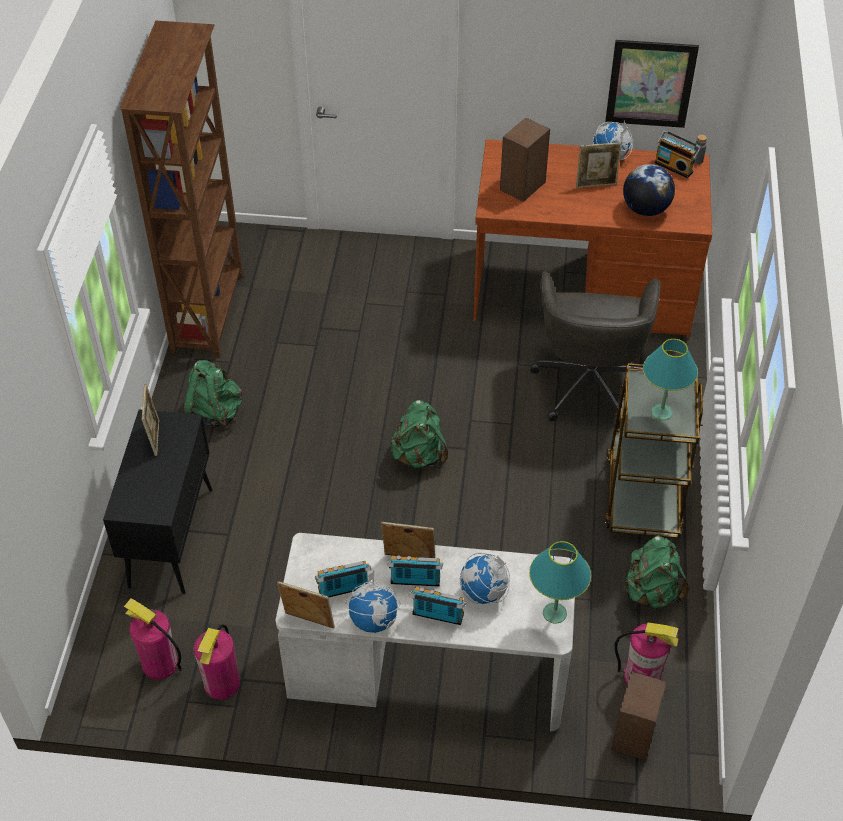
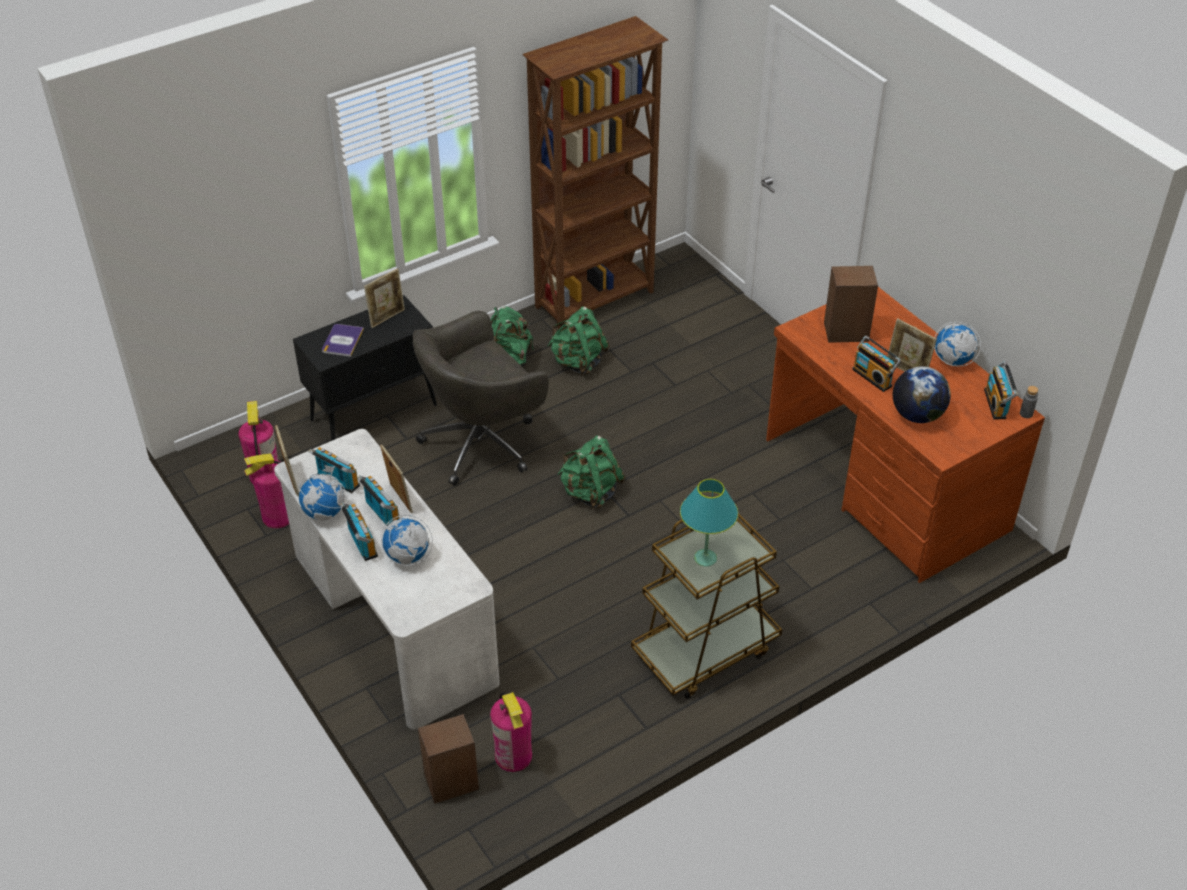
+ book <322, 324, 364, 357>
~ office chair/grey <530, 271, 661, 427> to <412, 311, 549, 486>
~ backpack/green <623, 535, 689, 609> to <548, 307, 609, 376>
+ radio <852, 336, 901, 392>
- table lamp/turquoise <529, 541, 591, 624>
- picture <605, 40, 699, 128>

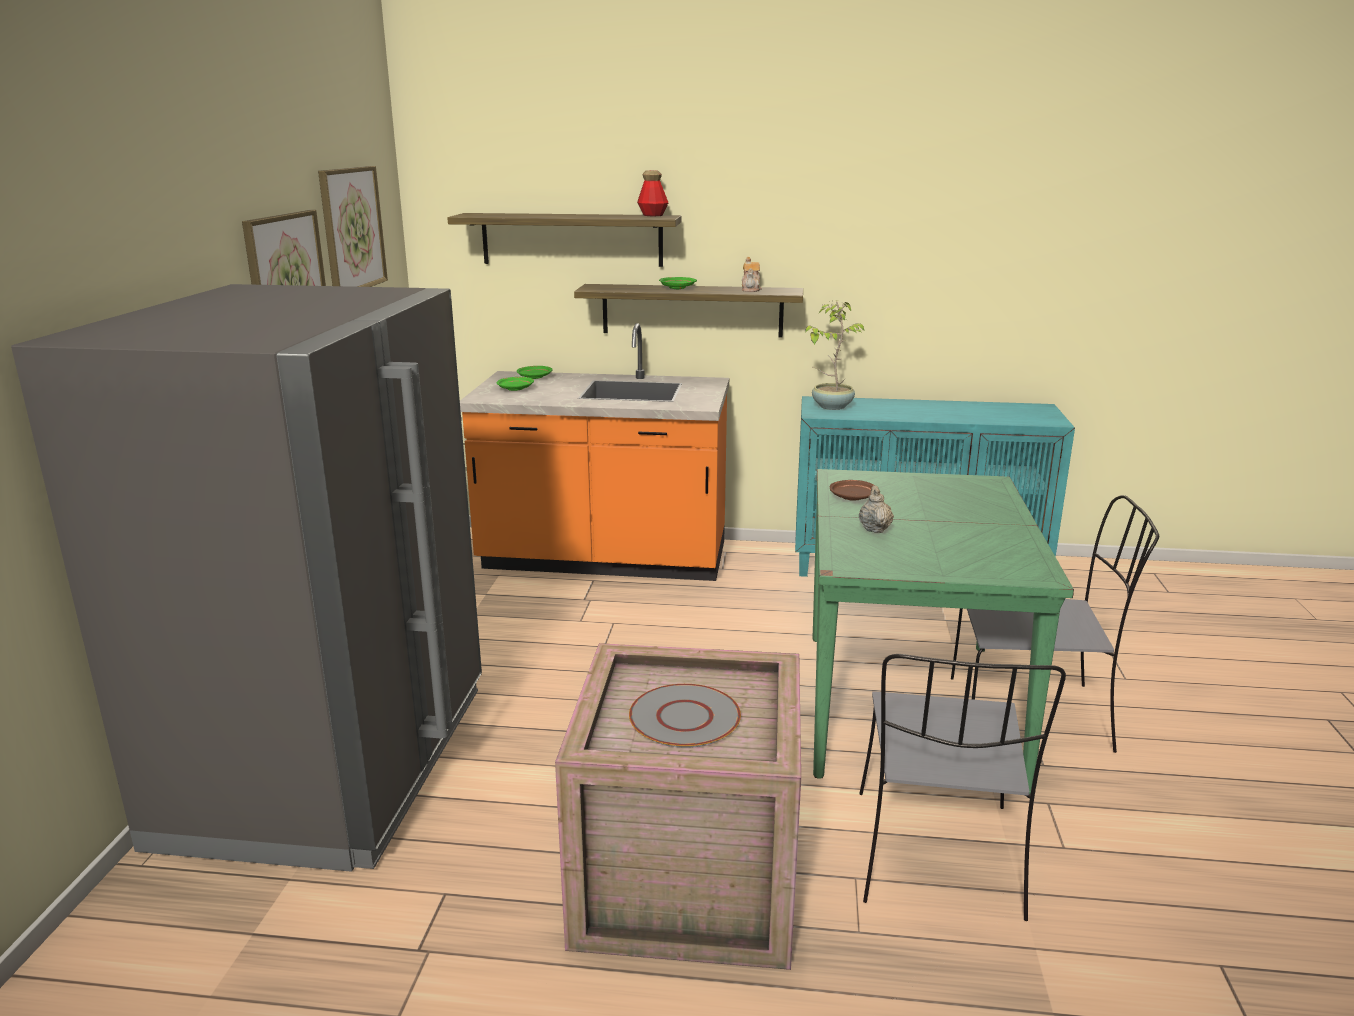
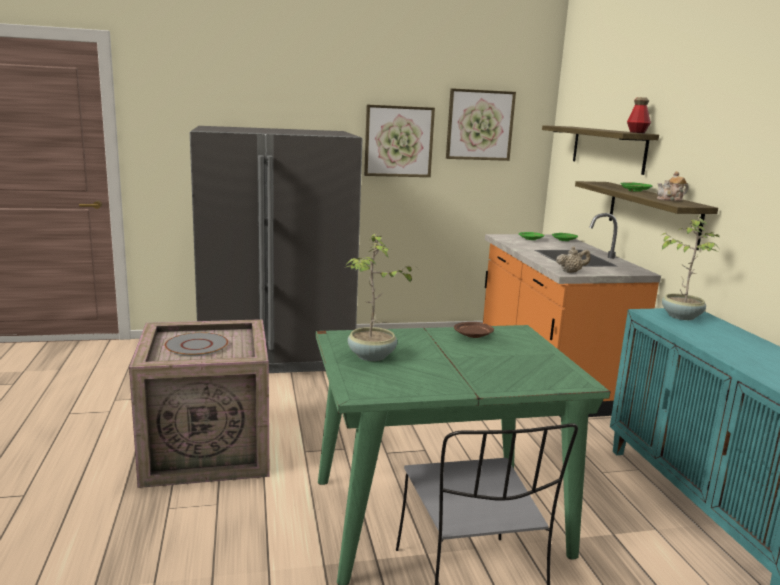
+ potted plant <344, 234, 412, 361>
~ teapot/beige <859, 485, 894, 533> to <556, 246, 591, 273>
- chair/grey <859, 654, 1066, 921>

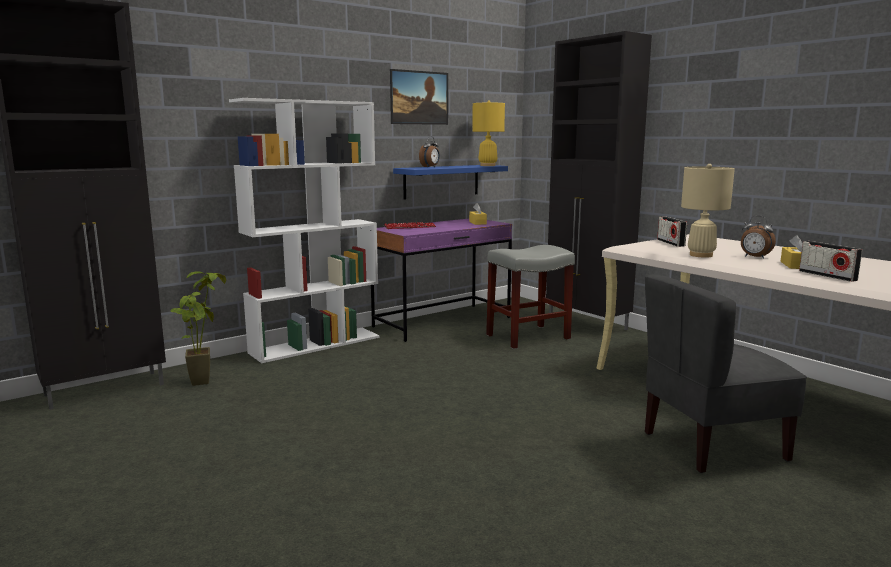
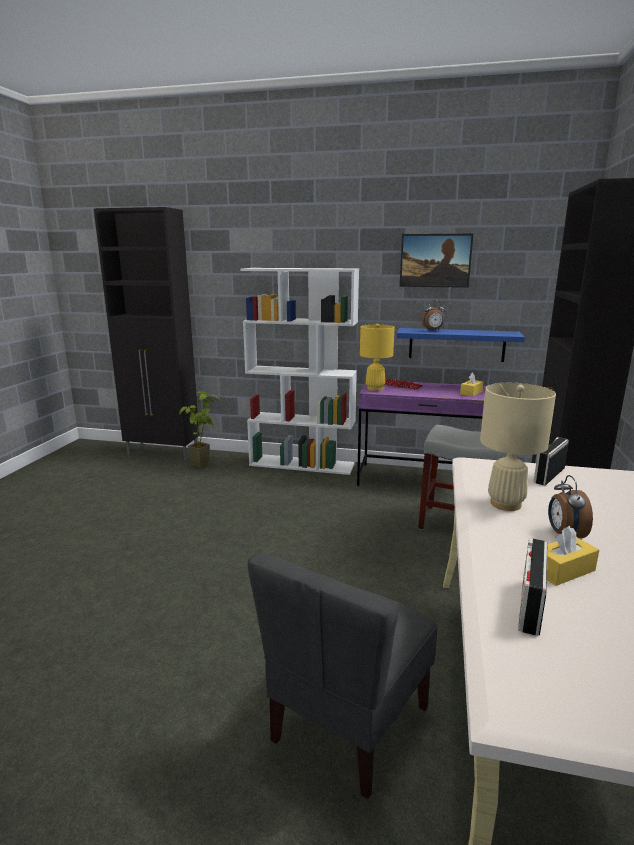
~ chair/grey <645, 274, 807, 473> = <247, 552, 438, 799> 90 degrees counterclockwise
~ table lamp/yellow <472, 100, 505, 166> to <360, 324, 395, 391>

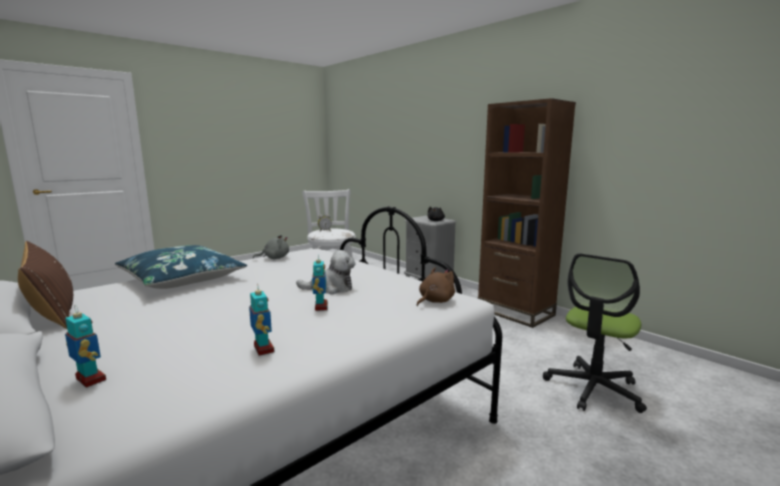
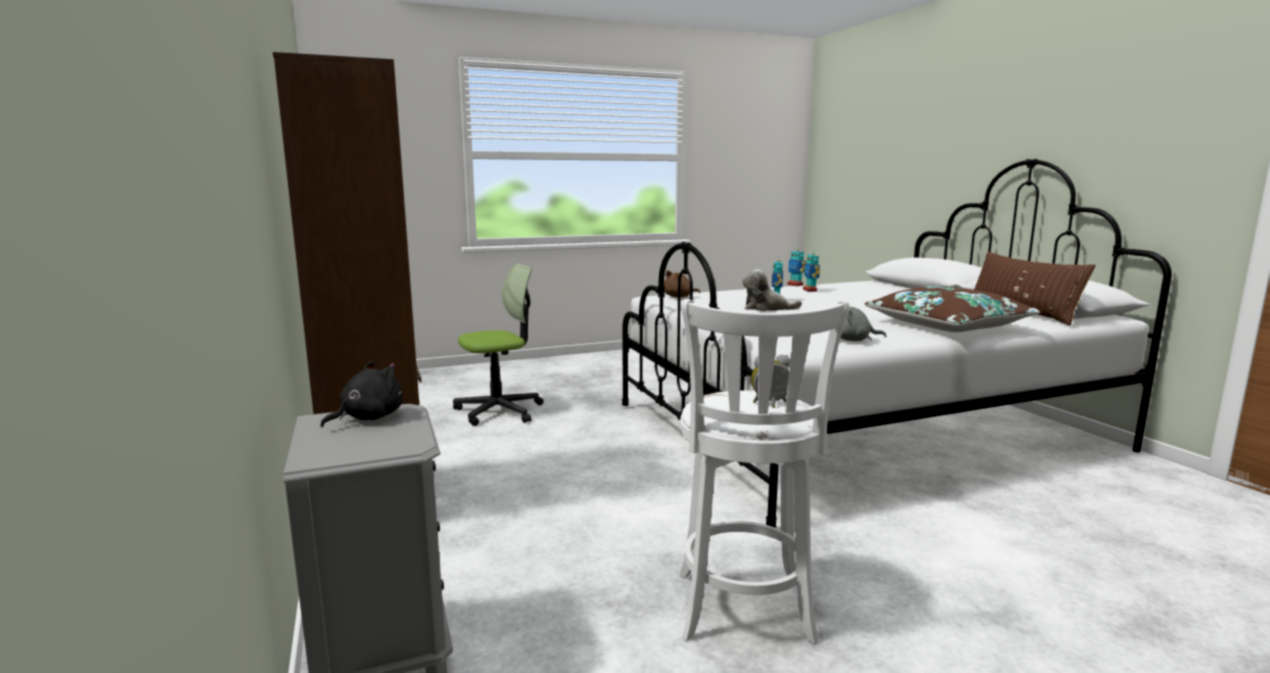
~ toy robot <65, 306, 106, 388> to <787, 245, 806, 286>
~ pillow/blue <115, 245, 247, 289> to pillow/brown <864, 286, 1041, 332>

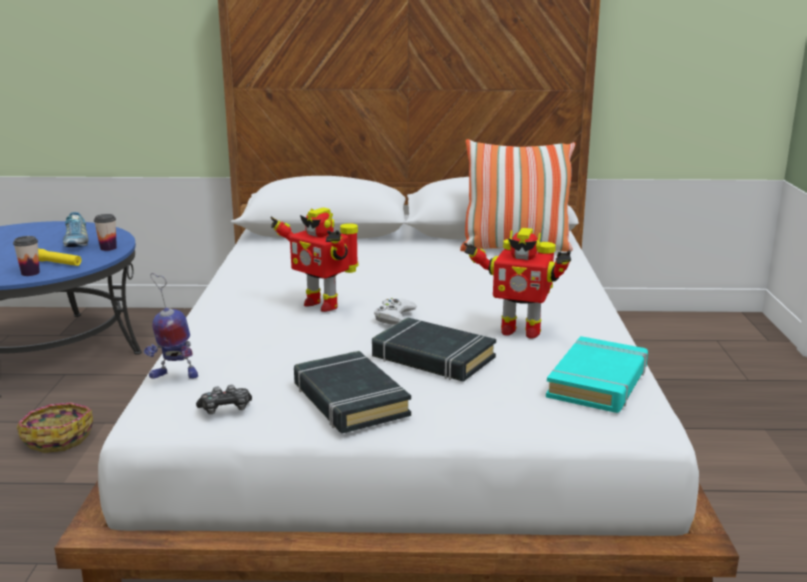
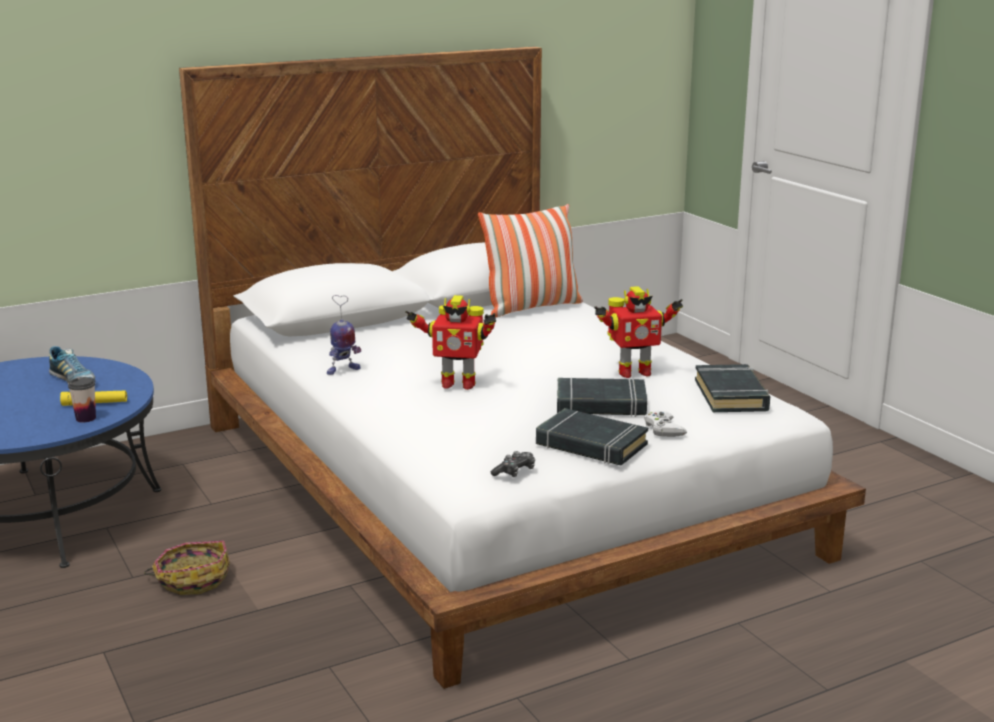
~ toy robot <144, 273, 198, 379> to <327, 295, 361, 375>
~ game controller/white <374, 298, 417, 325> to <644, 411, 687, 437>
~ book/turquoise <546, 336, 648, 413> to book/black <695, 364, 770, 412>
- cup <94, 214, 117, 251>

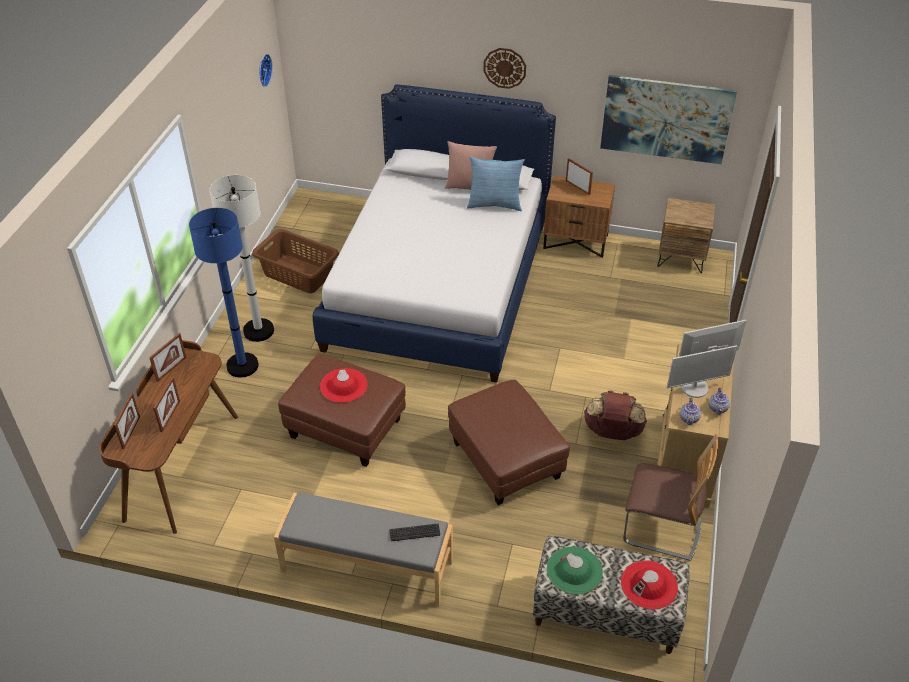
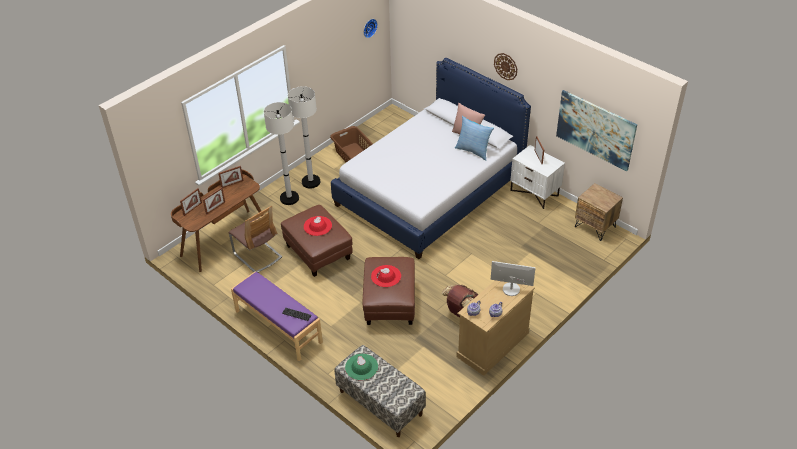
~ chair <623, 434, 718, 561> to <228, 206, 282, 273>
~ bench/grey <274, 493, 453, 607> to bench/purple <231, 271, 323, 361>
~ floor lamp/blue <189, 208, 259, 377> to floor lamp/white <264, 102, 299, 205>
~ hat/red <621, 560, 678, 610> to <371, 265, 401, 287>
~ nightstand/brown <543, 176, 615, 258> to nightstand/white <510, 145, 565, 209>
- monitor <667, 345, 738, 398>

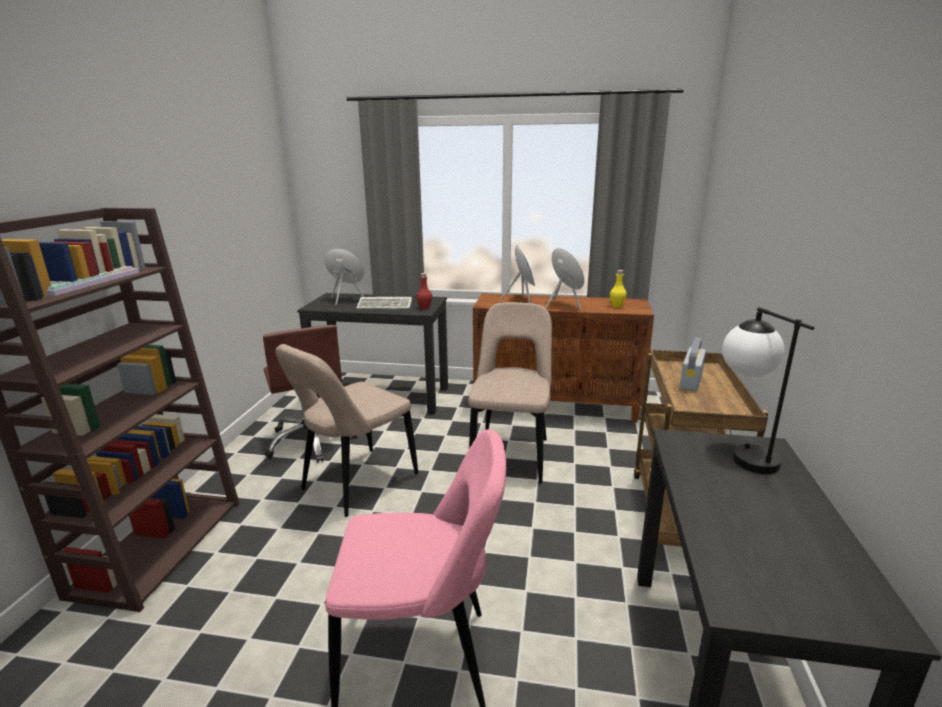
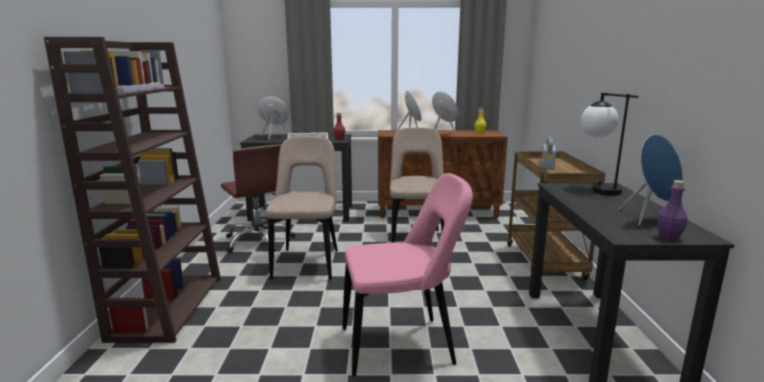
~ chair/beige <275, 344, 418, 517> = <266, 136, 338, 280> 150 degrees clockwise
+ speaker/blue <619, 135, 683, 226>
+ bottle/purple <657, 180, 687, 240>

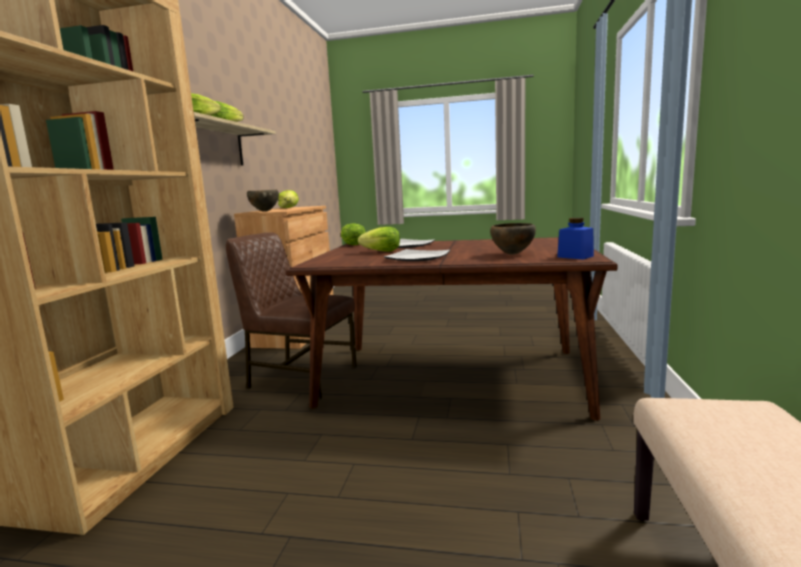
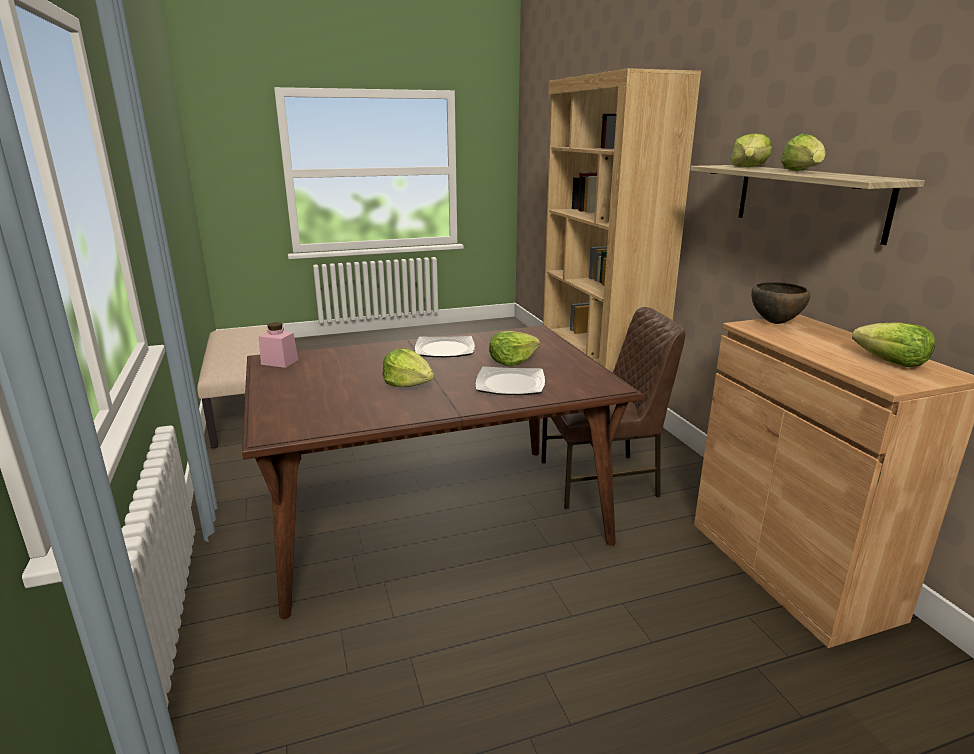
~ jar/blue <557, 218, 594, 260> to jar/pink <259, 322, 298, 368>
~ lettuce <341, 223, 365, 245> to <383, 348, 434, 387>
- bowl/brown <490, 223, 536, 255>

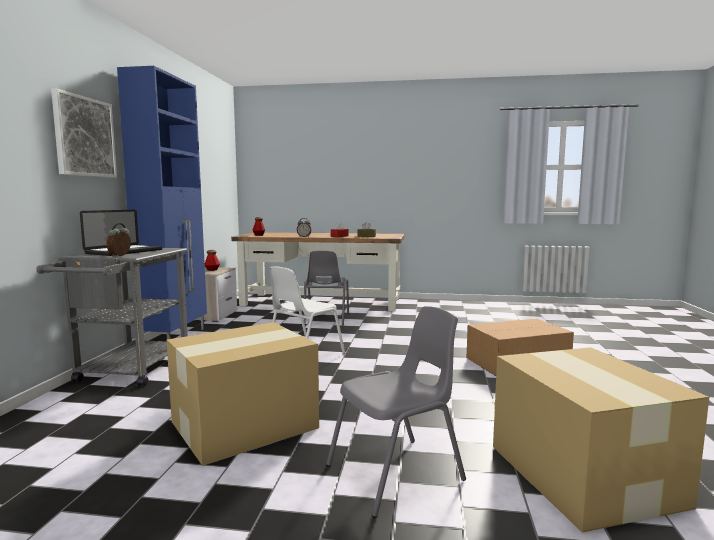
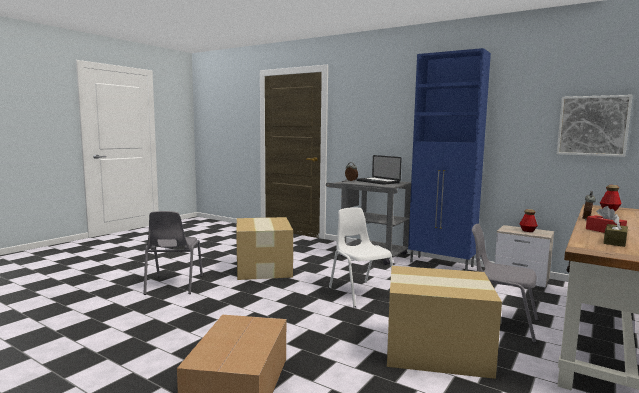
~ cardboard box <493, 347, 709, 533> to <387, 266, 502, 379>
~ picture <51, 88, 117, 178> to <557, 95, 633, 157>

